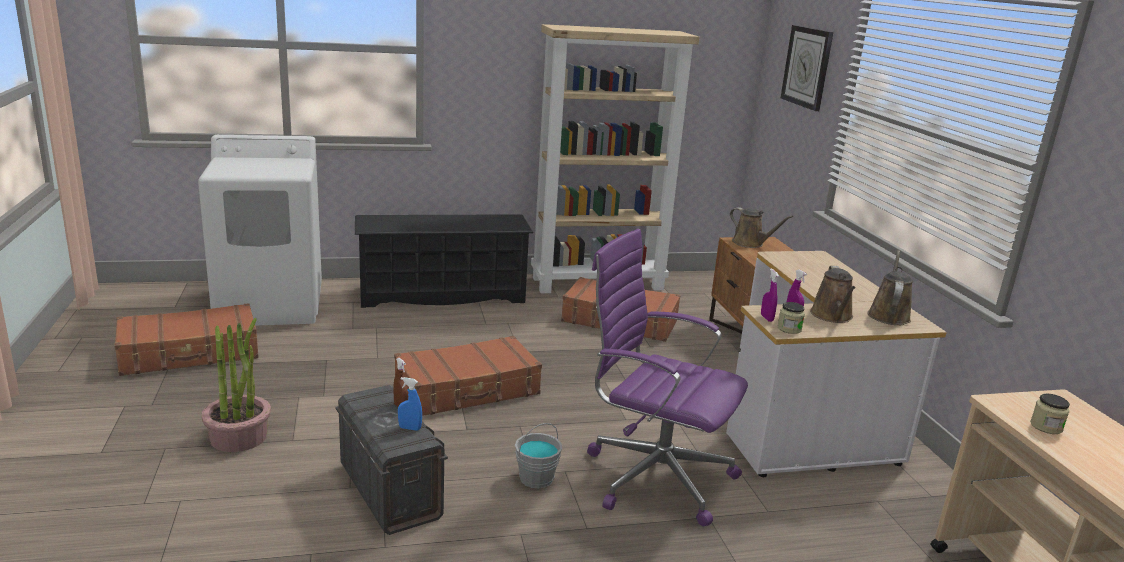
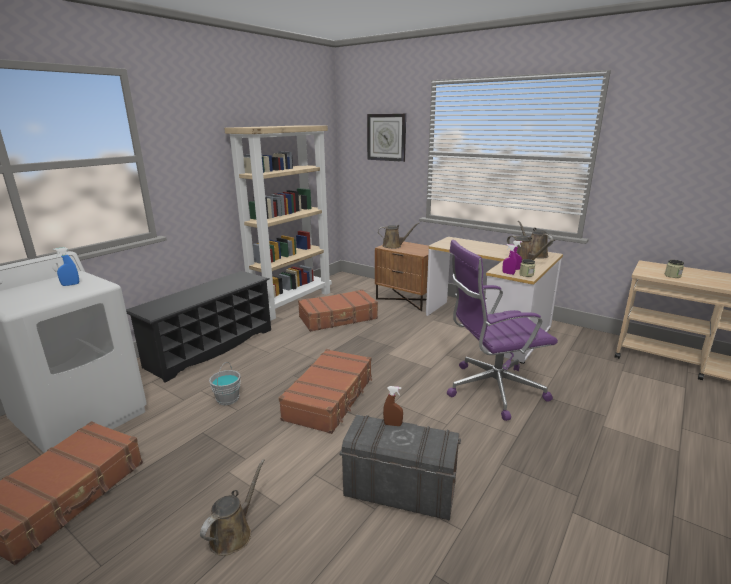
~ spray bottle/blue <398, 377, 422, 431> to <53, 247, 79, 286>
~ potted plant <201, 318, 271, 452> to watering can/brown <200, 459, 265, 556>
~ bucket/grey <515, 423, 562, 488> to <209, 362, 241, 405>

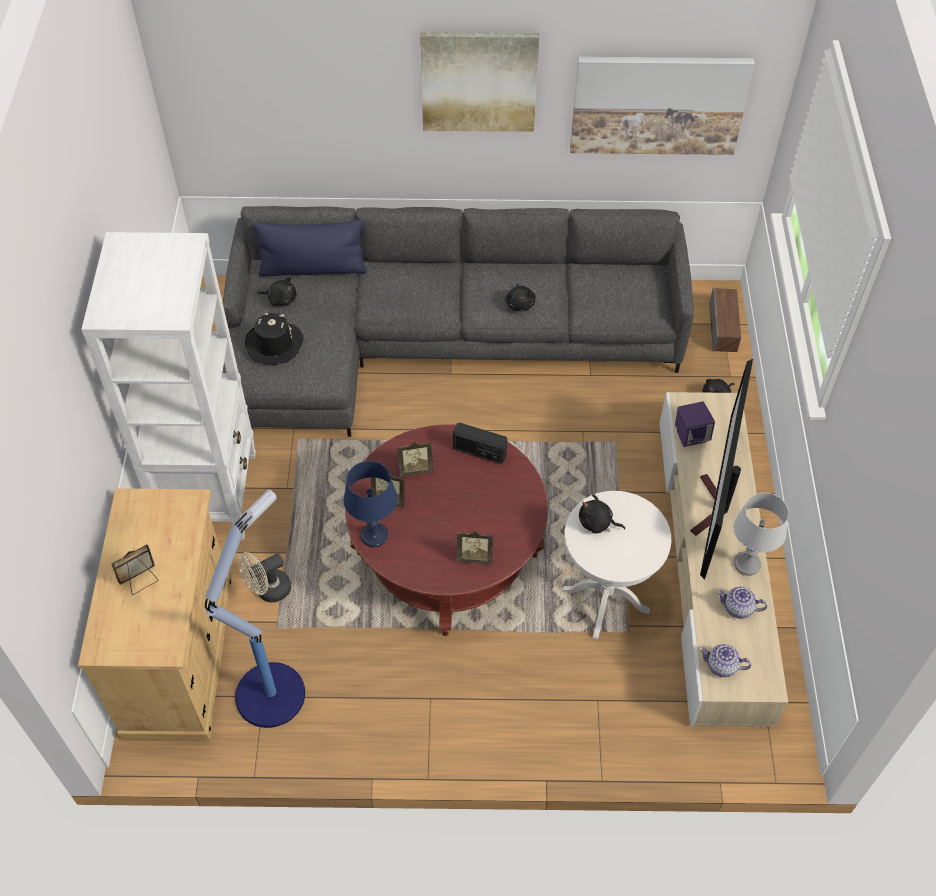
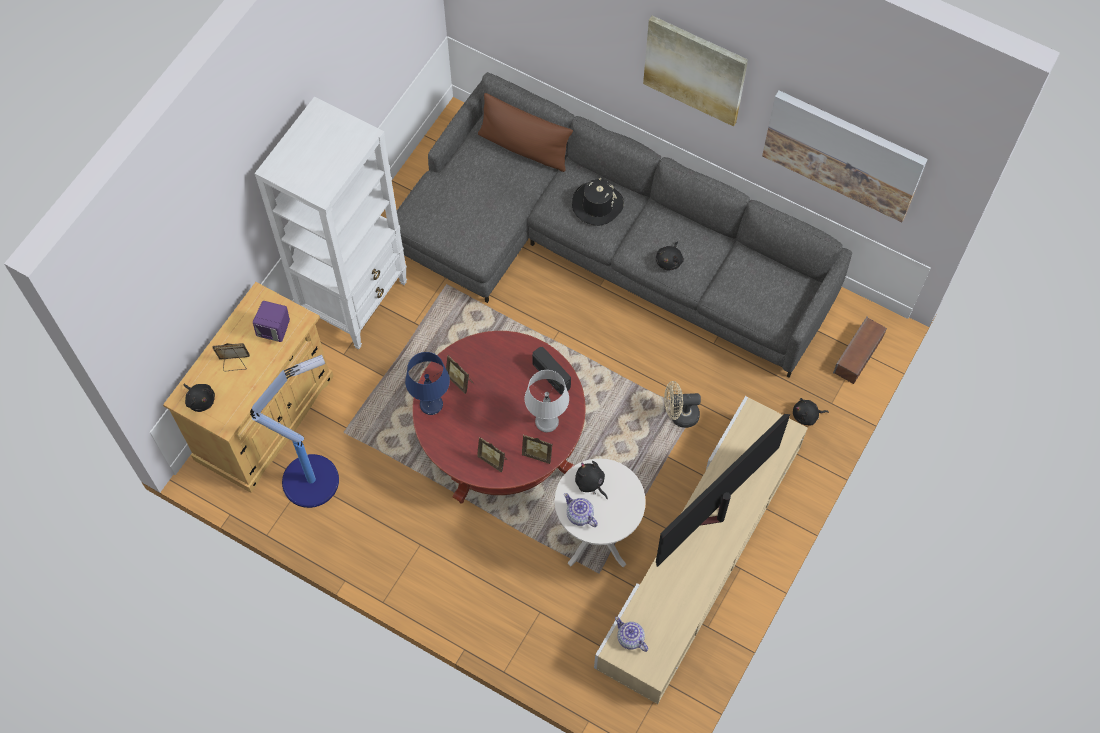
~ plush toy/black <258, 277, 297, 307> to <183, 384, 215, 412>
~ speaker/purple <675, 401, 715, 447> to <253, 301, 290, 342>
~ pillow/blue <253, 220, 367, 277> to pillow/brown <478, 93, 573, 172>
~ picture frame <397, 442, 433, 477> to <522, 435, 552, 464>
~ table lamp/grey <733, 493, 789, 576> to <525, 370, 569, 432>
~ teapot <717, 587, 767, 619> to <564, 493, 598, 527>
~ hat/black <245, 312, 304, 365> to <572, 178, 624, 226>
~ fan/beige <239, 552, 291, 602> to <664, 381, 701, 428>

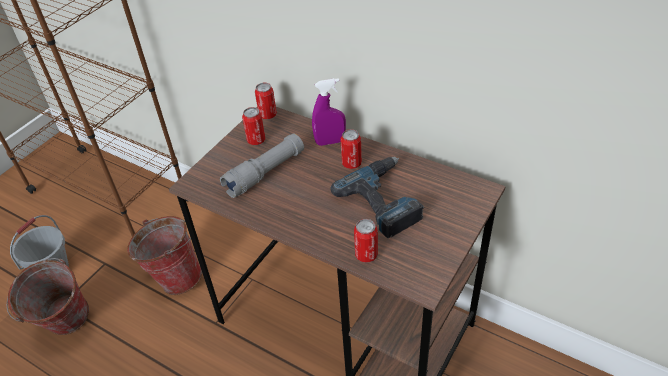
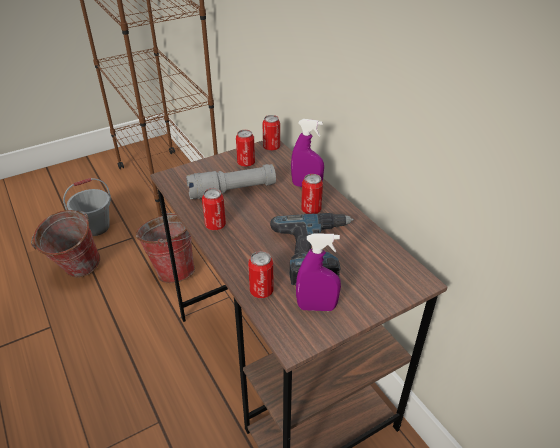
+ can <202, 188, 226, 230>
+ spray bottle/purple <296, 233, 341, 311>

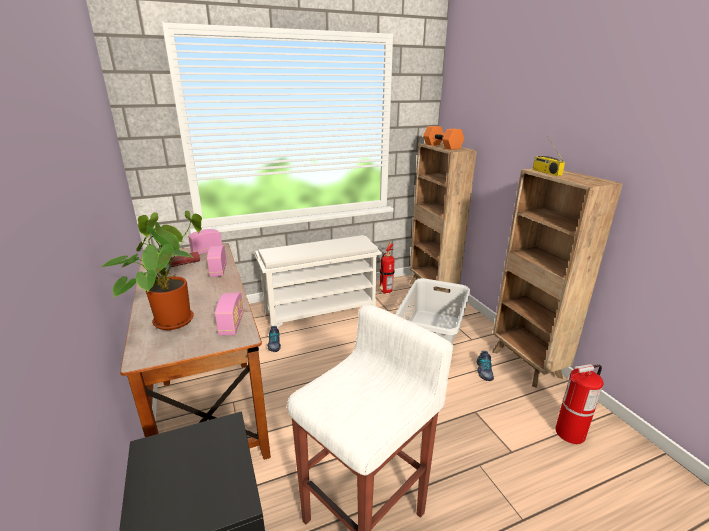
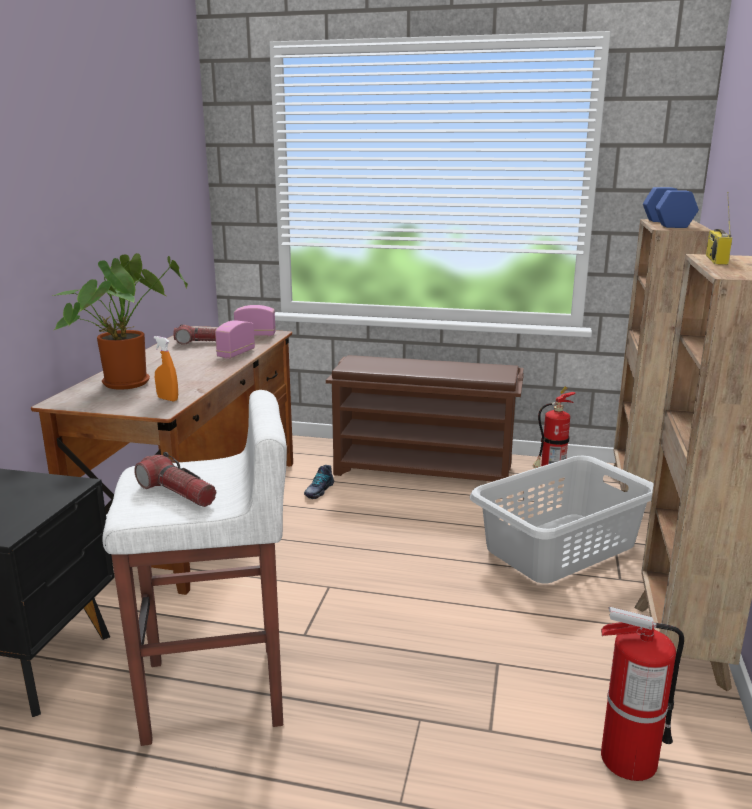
+ flashlight <134, 452, 216, 507>
~ radio <215, 292, 244, 336> to spray bottle/orange <153, 336, 178, 401>
~ shoe rack/white <255, 235, 382, 328> to shoe rack/brown <326, 355, 524, 482>
~ dumbbell/orange <423, 126, 464, 150> to dumbbell/blue <643, 187, 699, 228>
- shoe <477, 351, 494, 381>

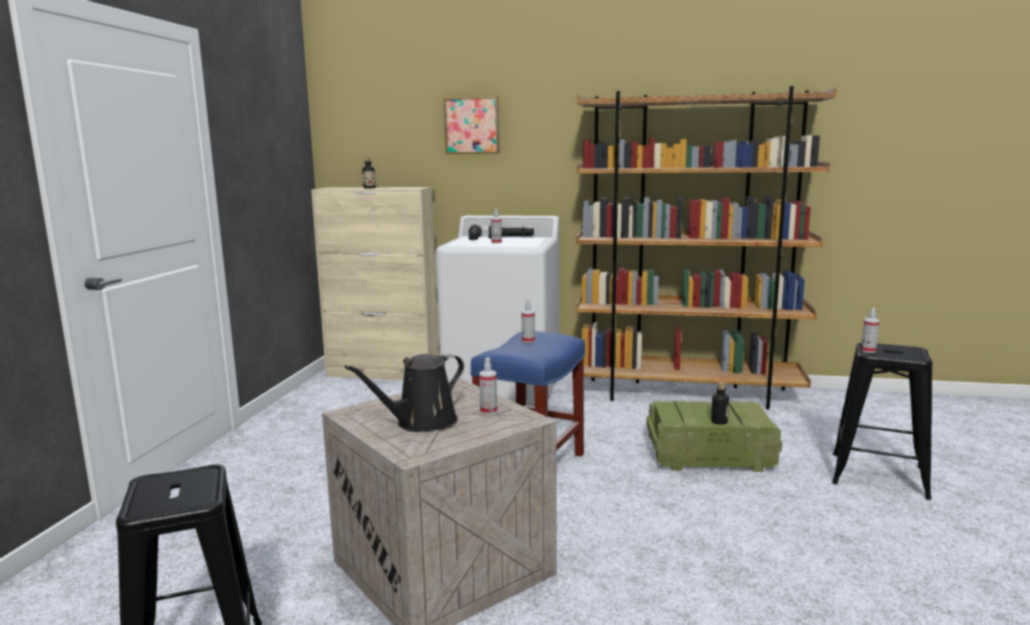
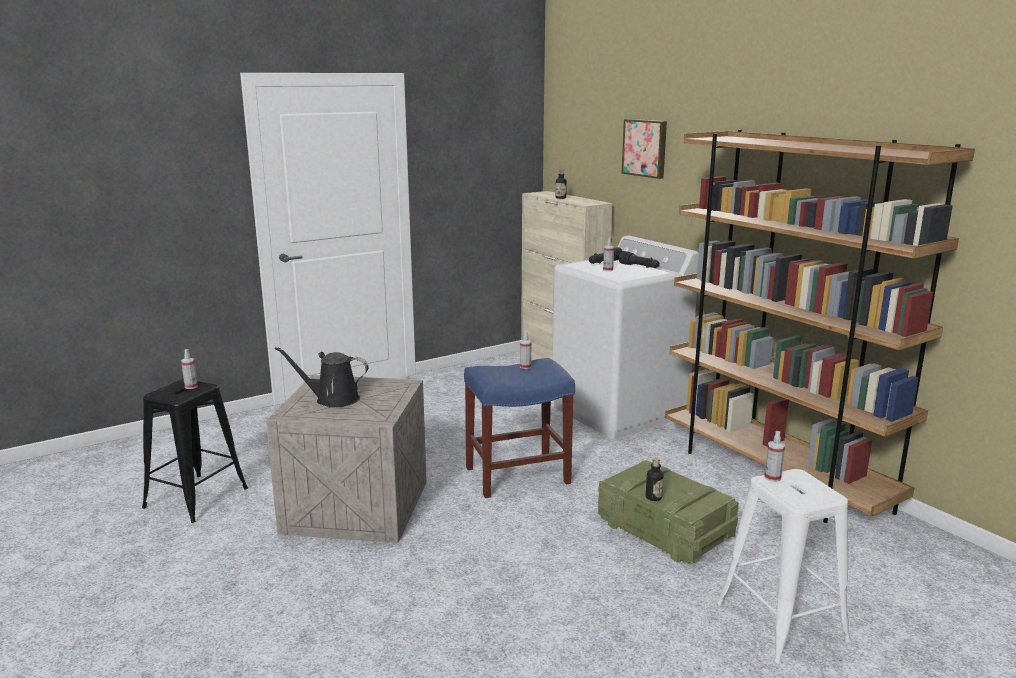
~ spray bottle <479, 357, 497, 415> to <181, 349, 198, 389>
~ stool/black <832, 342, 932, 500> to stool/white <717, 469, 851, 664>

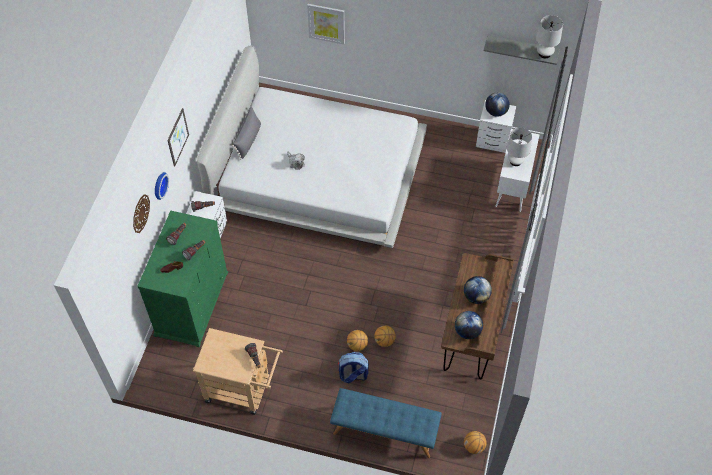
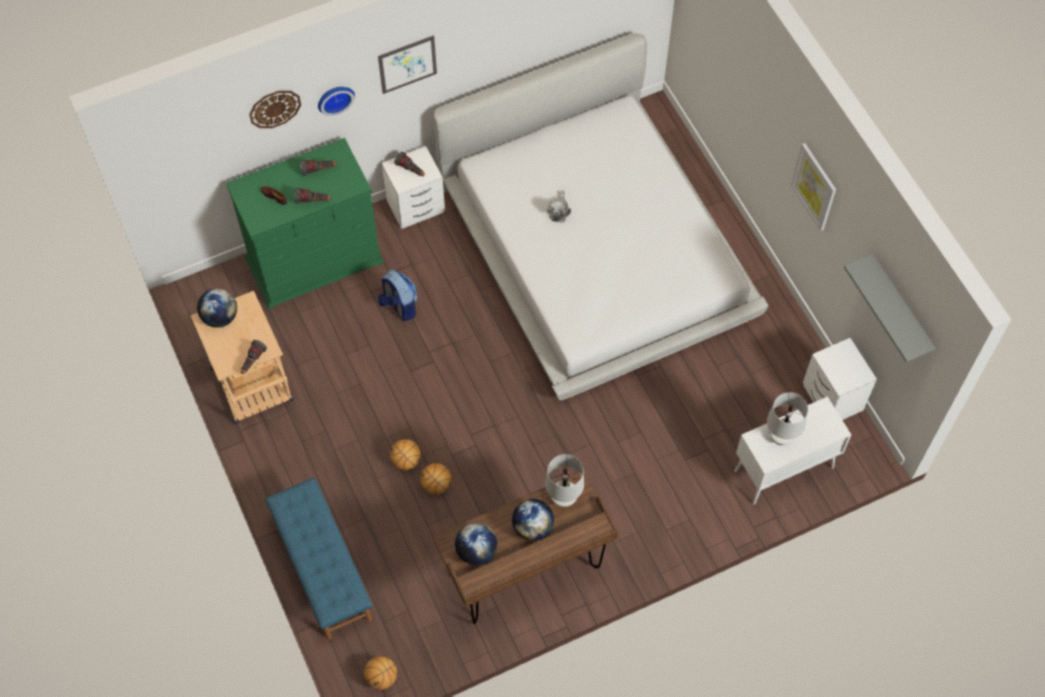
~ globe <485, 92, 510, 117> to <197, 288, 237, 328>
~ backpack <338, 352, 369, 384> to <378, 270, 417, 321>
~ table lamp/white <536, 15, 563, 58> to <545, 454, 584, 507>
~ picture <307, 4, 345, 44> to <791, 143, 836, 231>
- pillow/grey <232, 106, 261, 160>

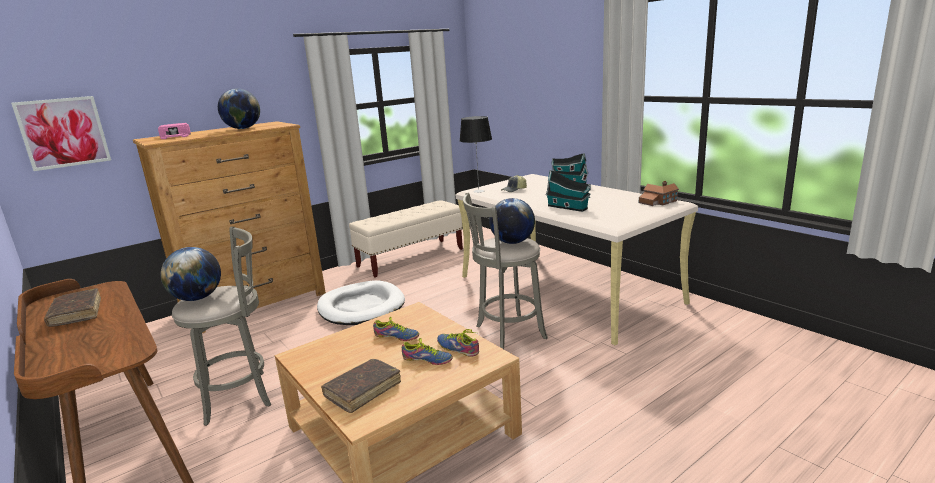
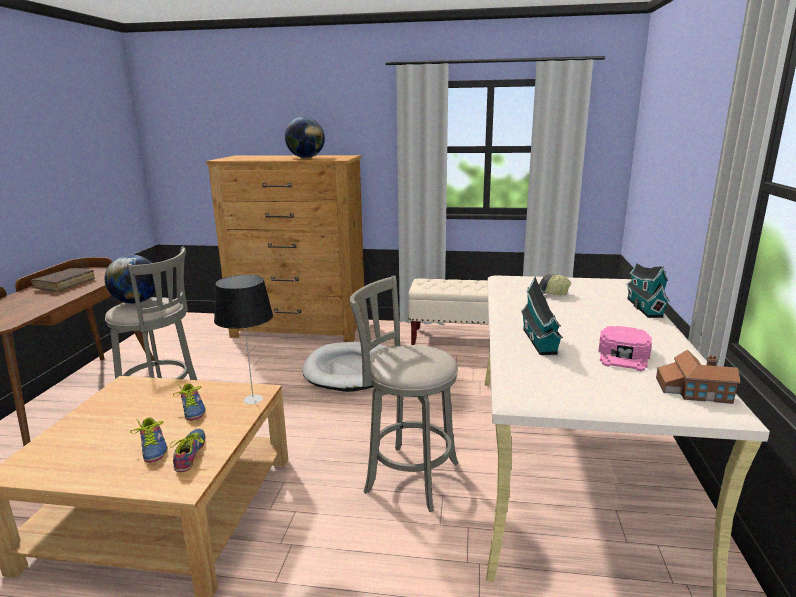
~ table lamp <460, 116, 492, 193> to <214, 275, 273, 404>
~ cap/pink <158, 123, 191, 139> to <598, 326, 652, 371>
- picture <11, 96, 111, 171>
- book/brown <321, 359, 401, 413>
- globe <489, 198, 535, 244>

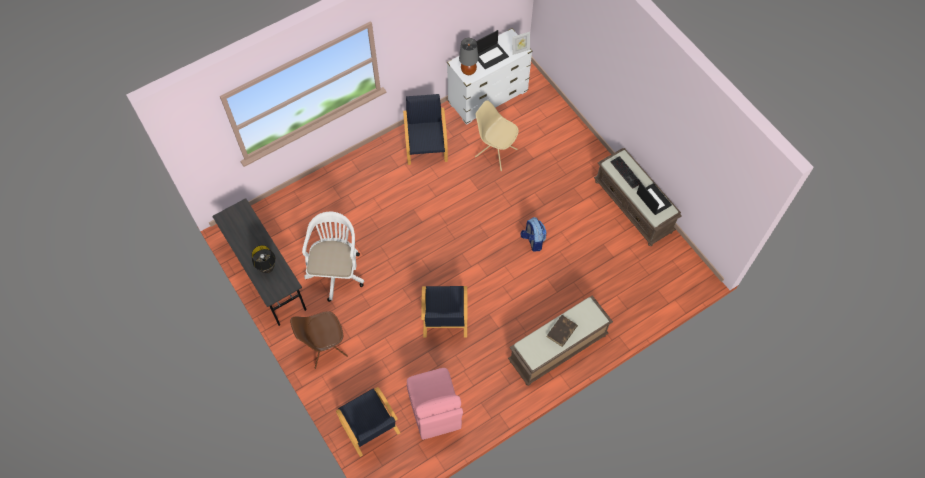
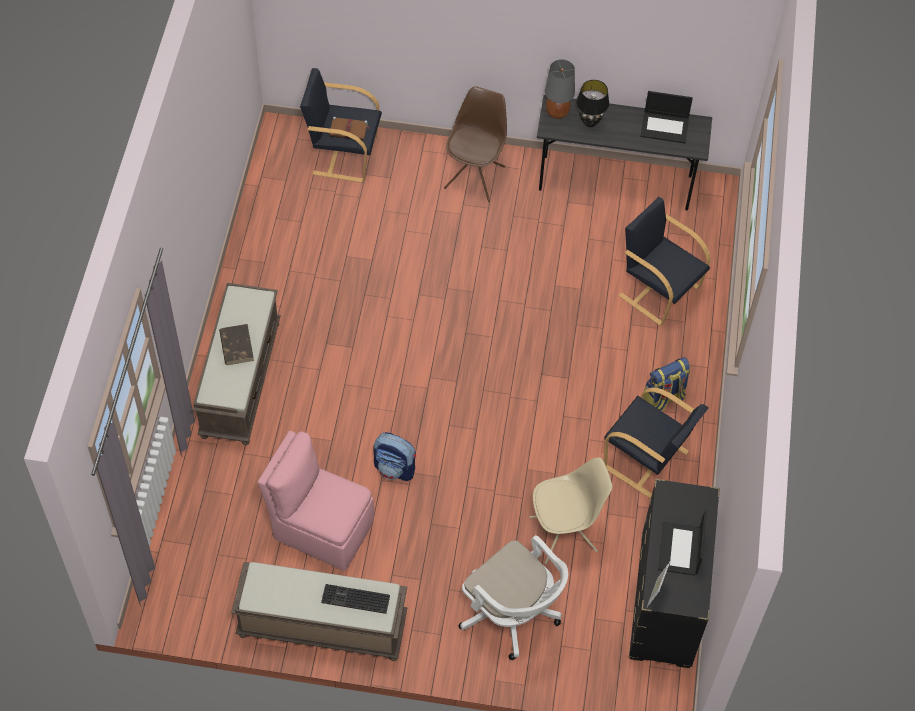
~ chair/pink <407, 368, 463, 440> to <258, 431, 374, 571>
+ book/brown <329, 117, 370, 140>
~ office chair/white <302, 212, 364, 302> to <459, 535, 568, 660>
~ table lamp/grey <459, 38, 478, 75> to <545, 60, 575, 119>
~ armchair/black <421, 286, 468, 338> to <618, 197, 711, 326>
~ dresser/white <447, 28, 532, 125> to dresser/black <629, 479, 720, 668>
~ laptop <637, 182, 672, 215> to <640, 91, 693, 143>
+ backpack <644, 357, 690, 411>

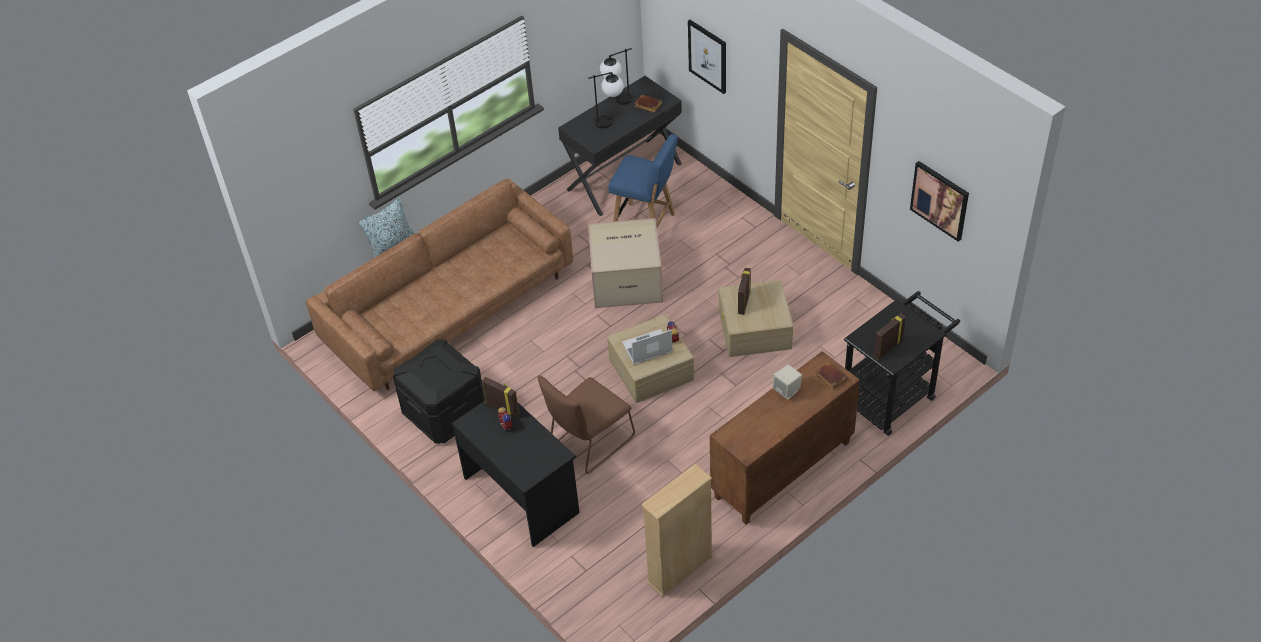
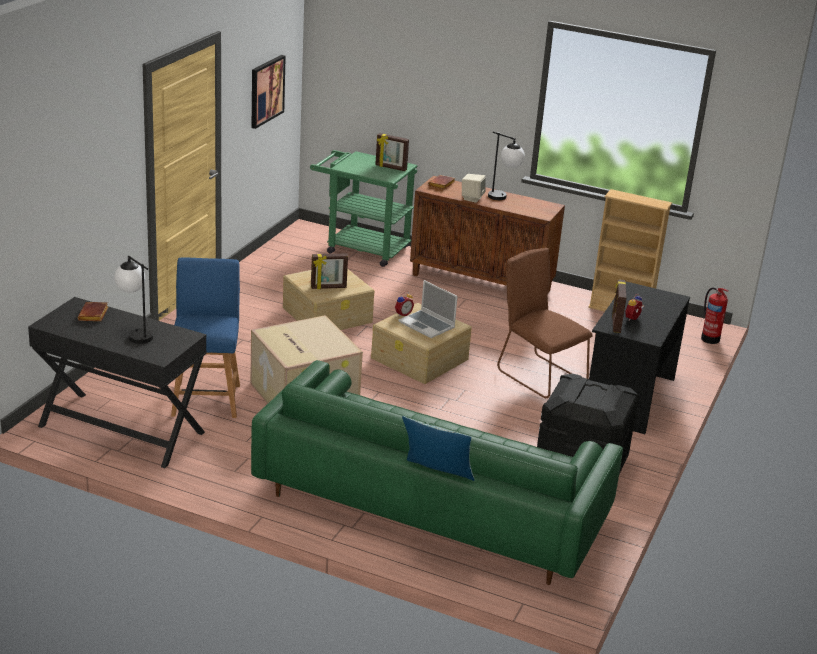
~ sofa/brown <306, 179, 573, 391> to sofa/green <251, 360, 623, 585>
~ cart/black <844, 291, 960, 436> to cart/green <310, 150, 418, 267>
~ table lamp <600, 48, 632, 105> to <488, 131, 525, 200>
~ chair/brown <538, 376, 635, 474> = <497, 248, 593, 398> 150 degrees counterclockwise
+ fire extinguisher <701, 287, 729, 344>
- picture <688, 20, 726, 94>

